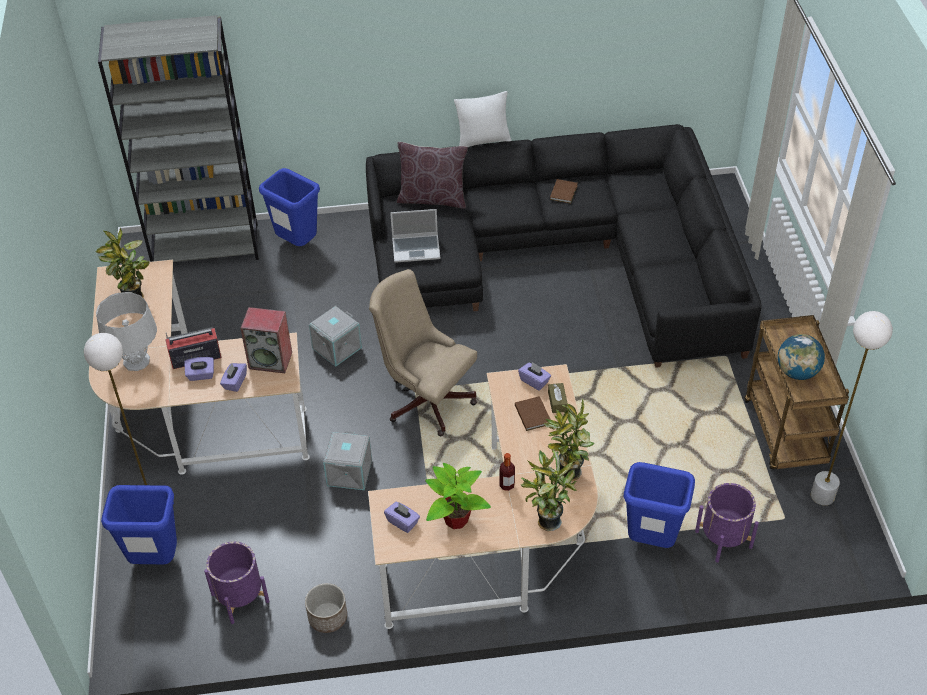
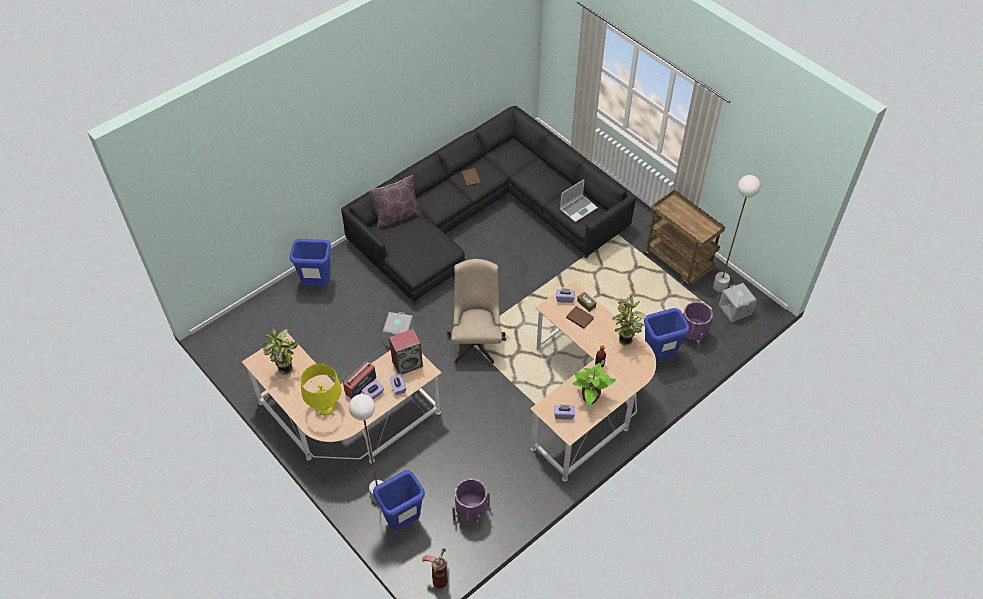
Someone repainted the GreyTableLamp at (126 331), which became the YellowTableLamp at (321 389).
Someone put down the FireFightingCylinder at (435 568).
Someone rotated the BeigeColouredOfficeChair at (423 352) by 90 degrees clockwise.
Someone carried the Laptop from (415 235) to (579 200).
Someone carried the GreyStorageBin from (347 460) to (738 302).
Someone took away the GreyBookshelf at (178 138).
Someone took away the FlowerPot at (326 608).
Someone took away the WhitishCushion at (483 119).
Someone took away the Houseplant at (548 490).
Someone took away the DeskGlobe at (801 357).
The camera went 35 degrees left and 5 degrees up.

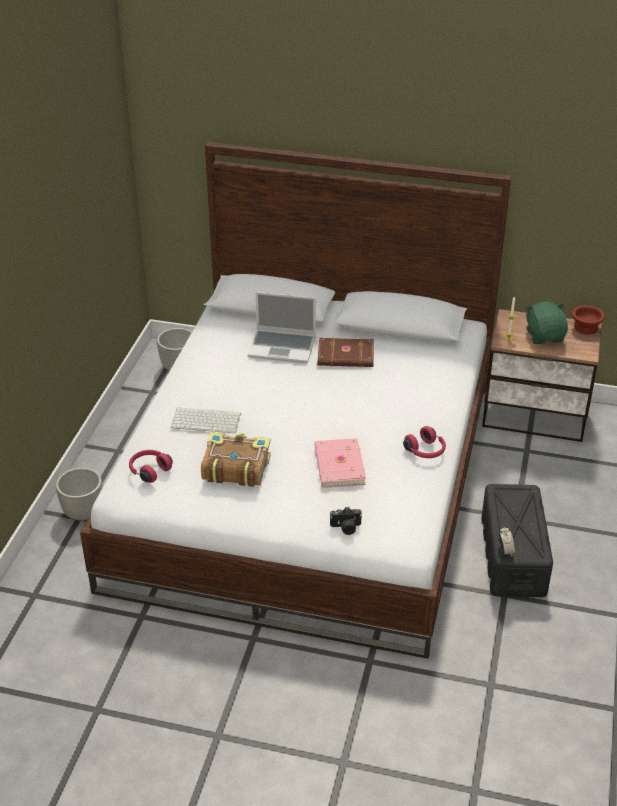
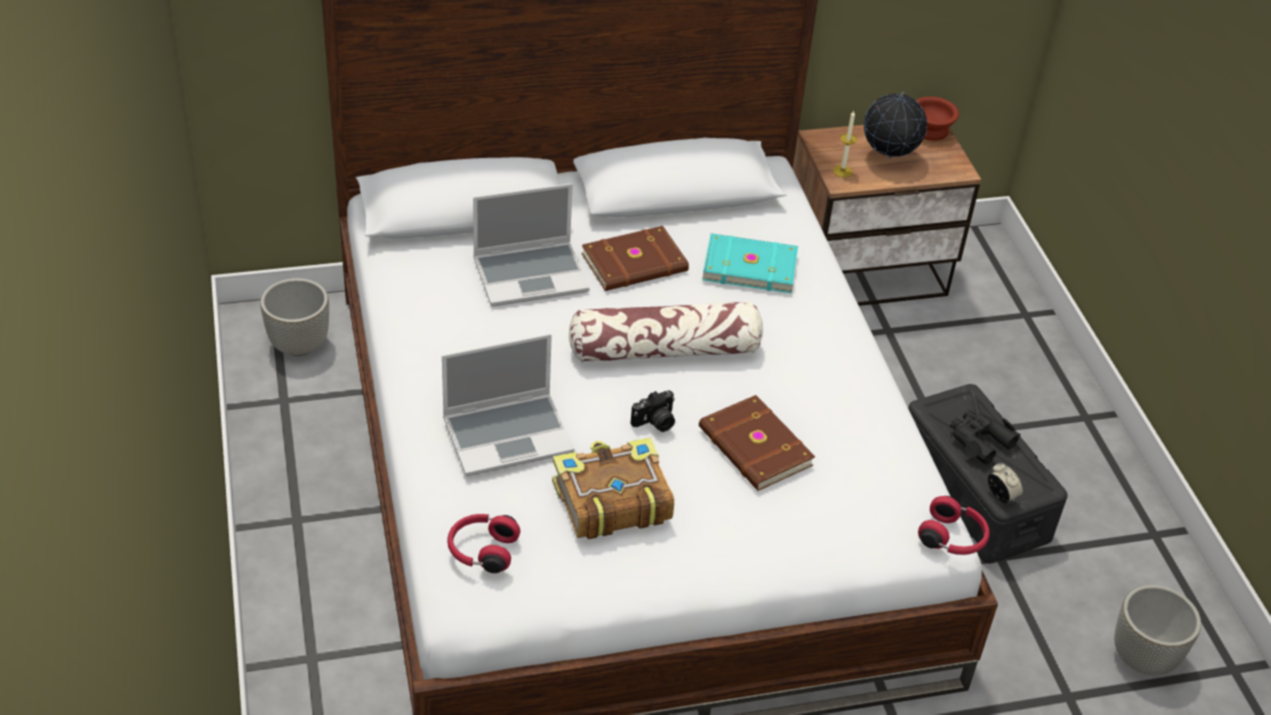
Someone swapped the ComputerKeyboard at (206 420) for the Laptop at (508 405).
Someone put down the Cushion at (666 331).
Someone carried the PhotoCamera from (346 521) to (653 411).
Someone repainted the PinkishVolume at (340 463), which became the BrownVolume at (757 443).
Someone put down the BlueGreenVolume at (750 263).
Someone swapped the GreenishCuddlyToy at (546 323) for the DeskGlobe at (895 125).
Someone carried the RedPairOfHeadphones from (424 442) to (954 525).
Someone put down the BlackFieldGlasses at (985 437).
Someone carried the GreyFlowerPot from (79 494) to (1157 630).
The camera went 30 degrees left and 5 degrees up.

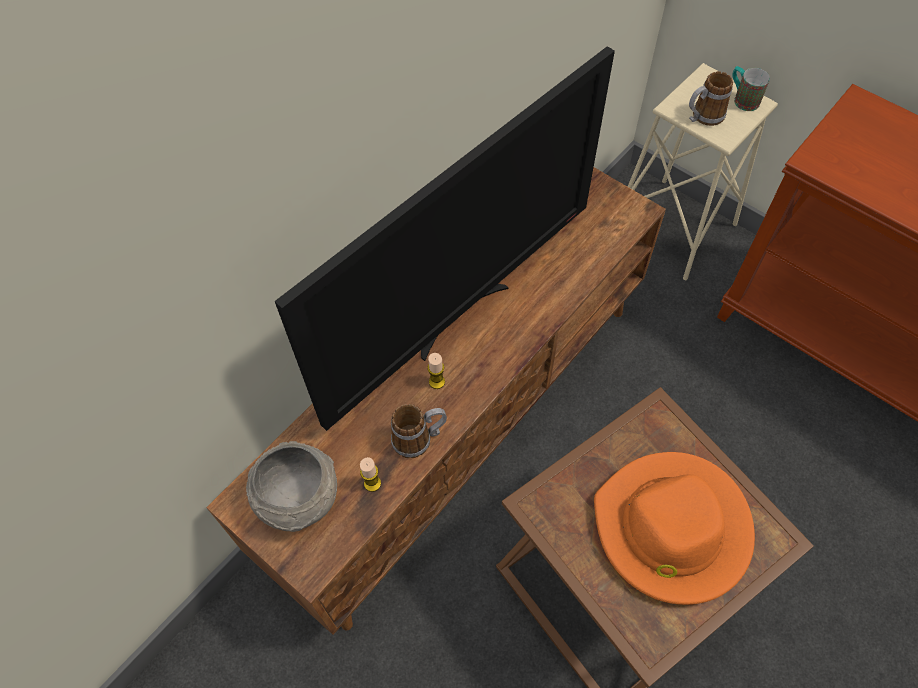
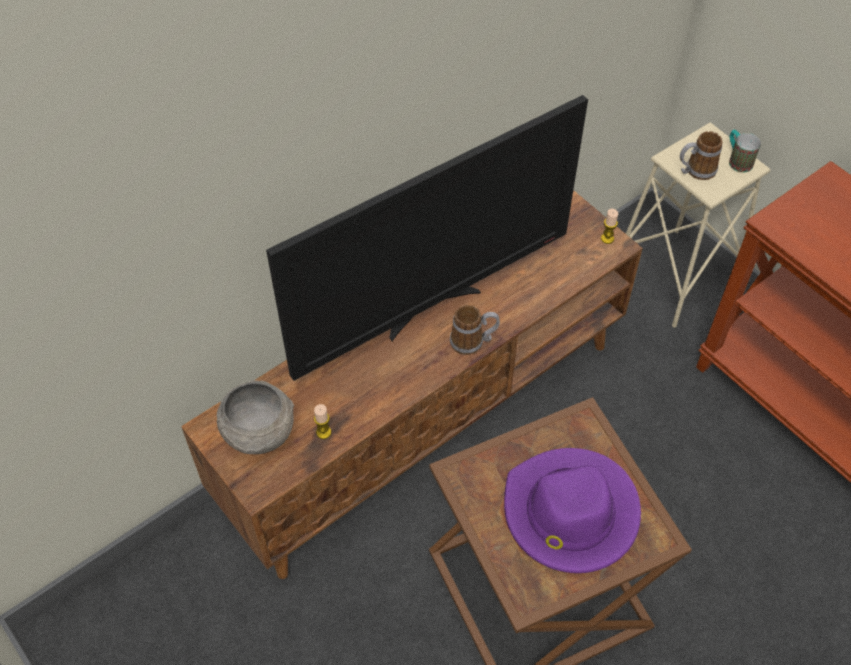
Someone carried the TeaMug from (419 431) to (475 330).
Someone repainted the OrangeColouredClothingHat at (674 528), which became the PurpleClothingHat at (572 510).
Someone carried the Candle from (436 371) to (609 226).
The camera went 10 degrees right and 5 degrees down.

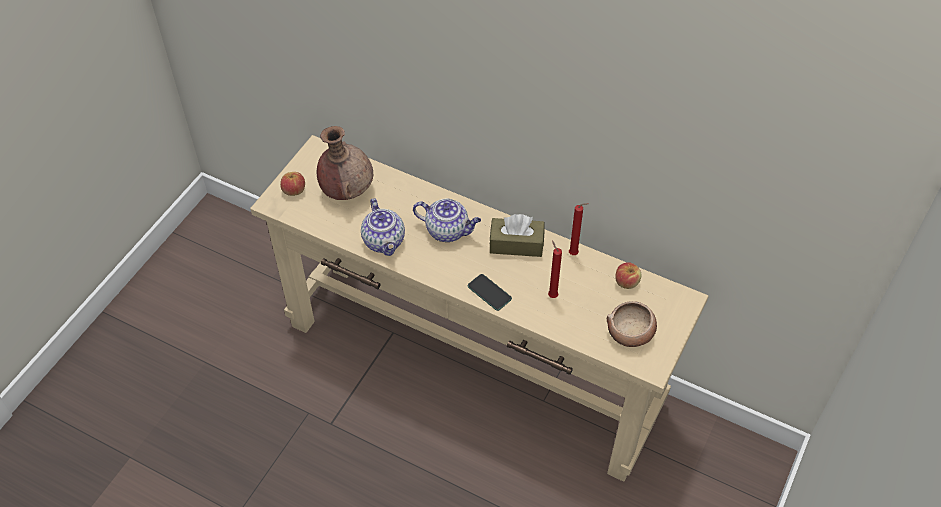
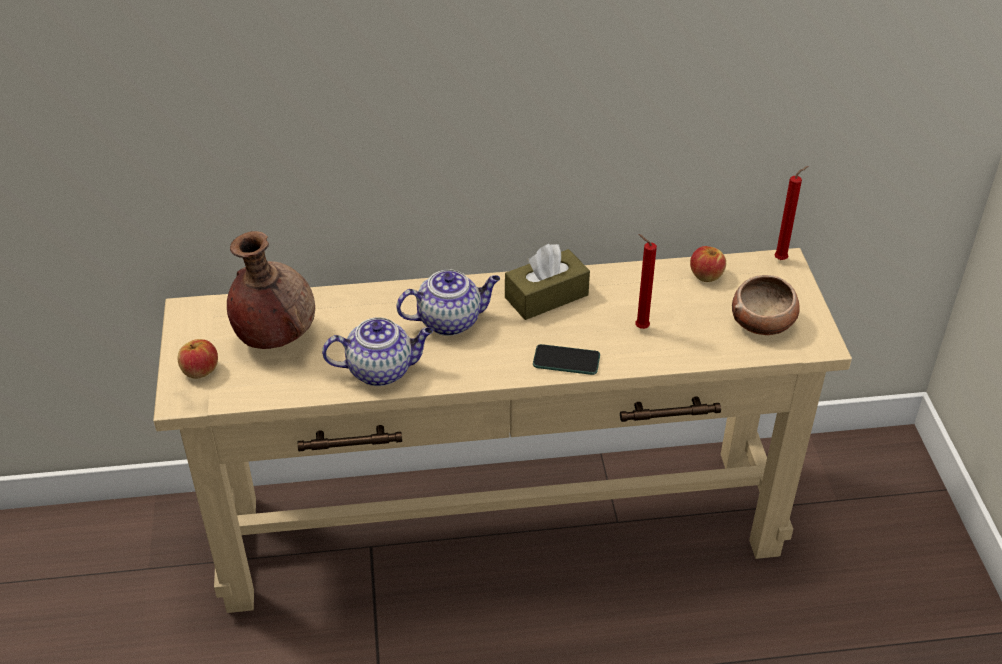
Someone rotated the TeaPot at (383 227) by 45 degrees counterclockwise.
Someone carried the RedCandle from (578 229) to (791 213).
The camera went 35 degrees left and 10 degrees down.

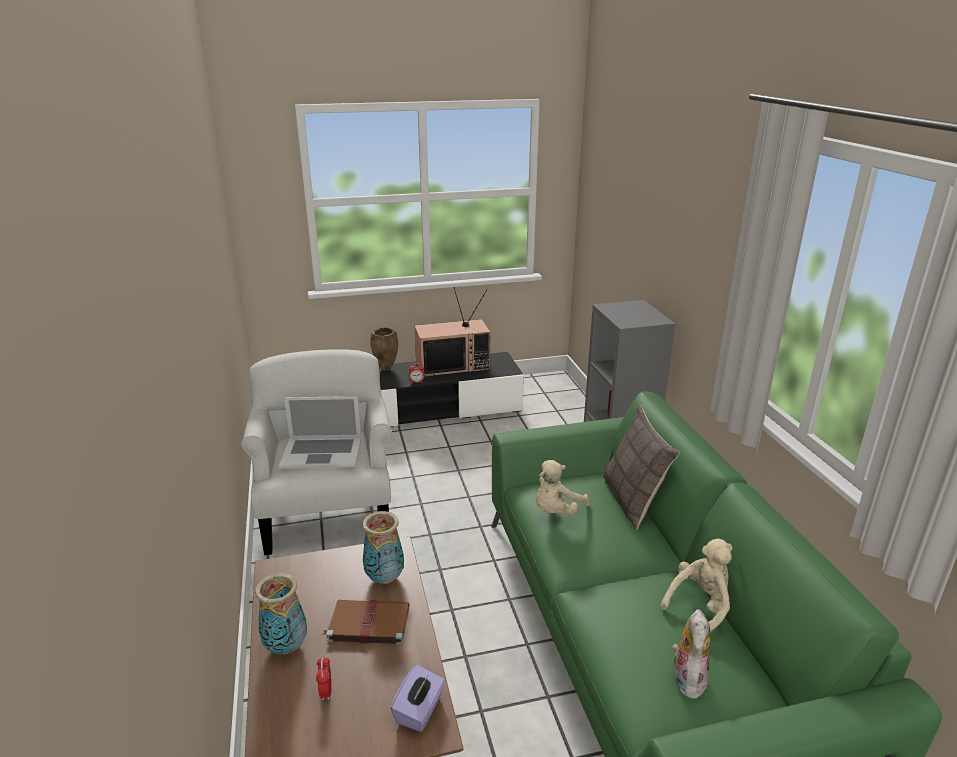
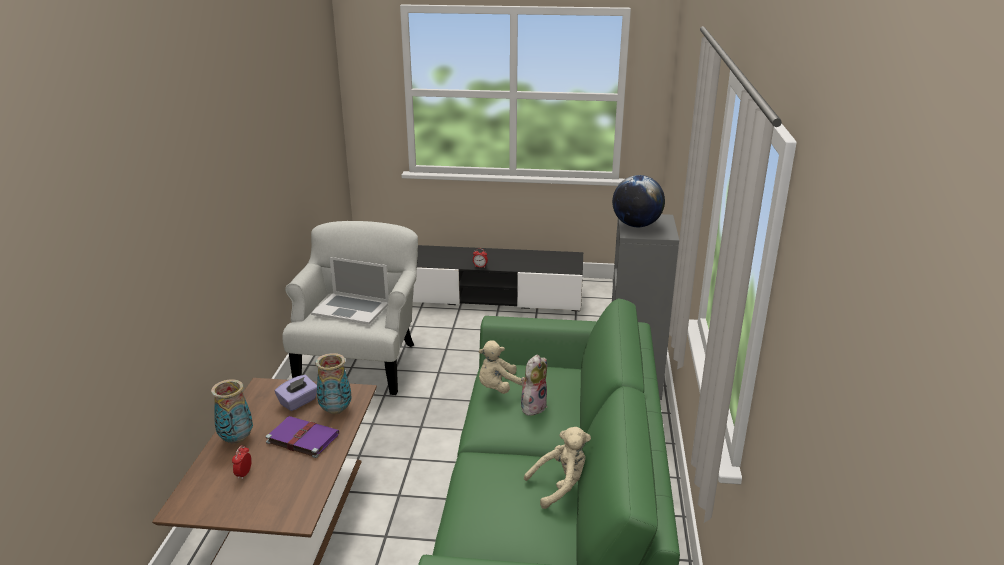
Someone repainted the BrownVolume at (365 622), which became the PurpleVolume at (302 437).
Someone carried the PurpleTissueHolder from (418 698) to (296 393).
Someone carried the CuddlyToy from (691 654) to (534 385).
Someone put down the DeskGlobe at (638 201).
Someone took away the BrownVase at (384 349).
Someone took away the Tv at (452 332).
Someone took away the Cushion at (641 467).
The camera went 20 degrees right and 0 degrees up.

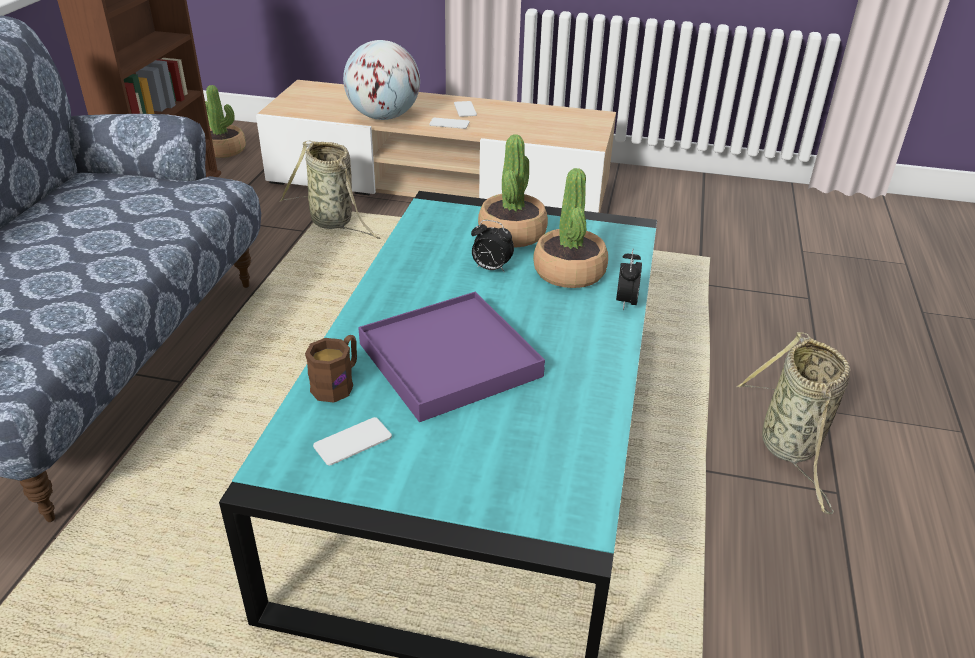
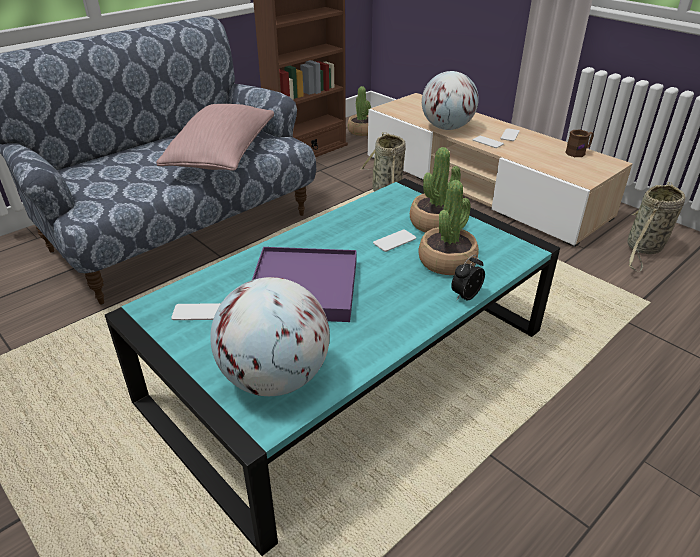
Someone put down the PinkishCushion at (215 137).
Someone put down the DeskGlobe at (270 336).
Someone swapped the BedsideClock at (492 246) for the Telephone at (394 241).
Someone carried the BrownTeaMug from (331 369) to (579 143).
Someone carried the HouseholdBasket from (793 423) to (656 227).
The camera went 35 degrees right and 0 degrees up.

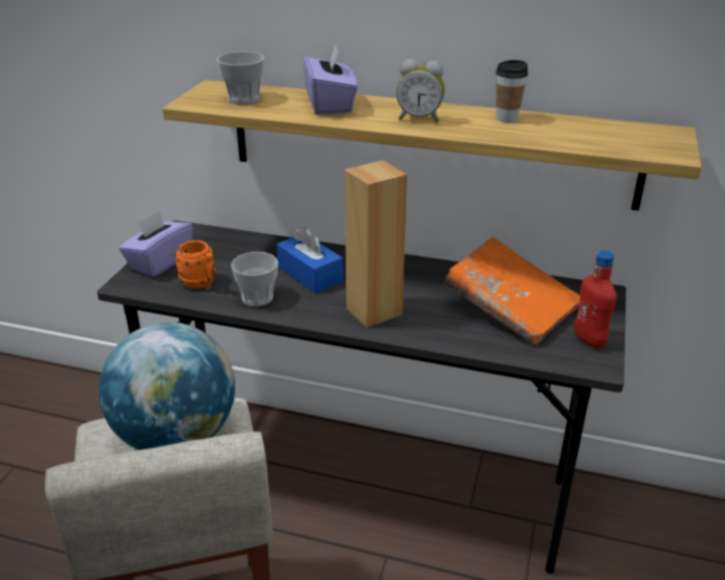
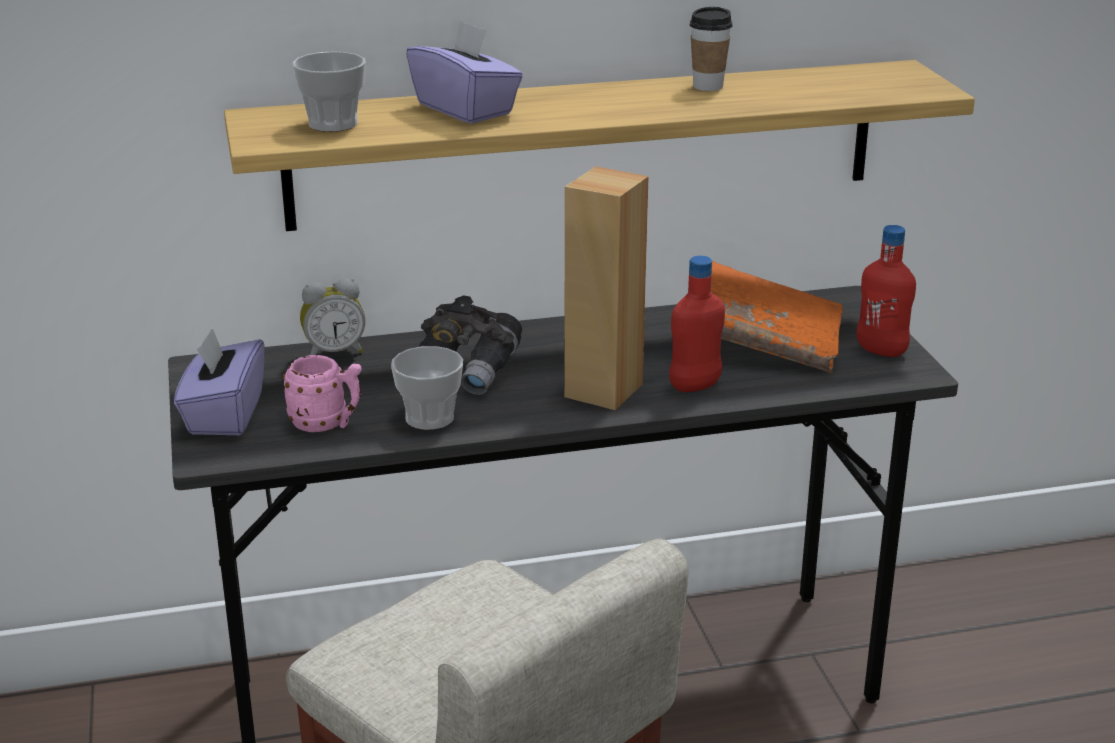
Someone repainted the OrangeColouredTeaMug at (195 265), which became the PinkishTeaMug at (322 393).
Someone carried the BedsideClock from (420 91) to (332 316).
Someone swapped the BlueTissueHolder at (310 260) for the GreyFieldGlasses at (470 345).
Someone put down the RedDrinkBottle at (697 324).
Someone took away the DeskGlobe at (167 386).
The camera went 30 degrees left and 5 degrees down.

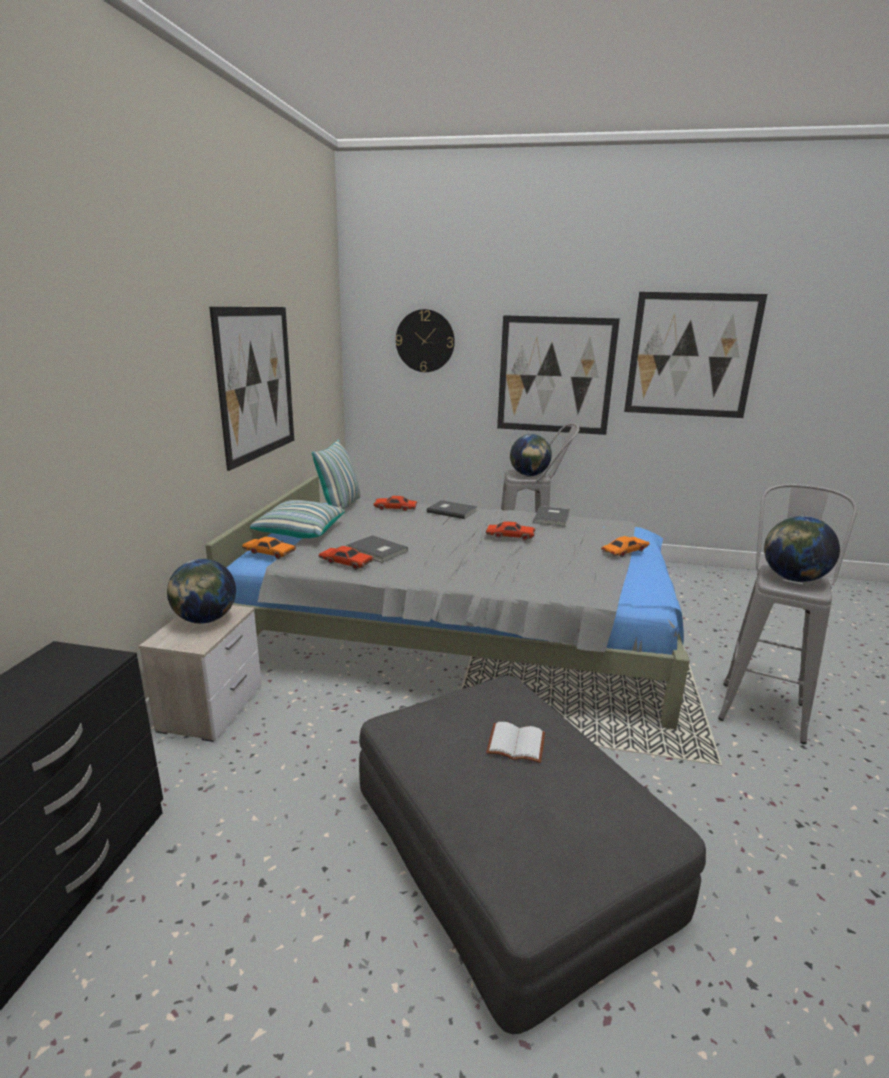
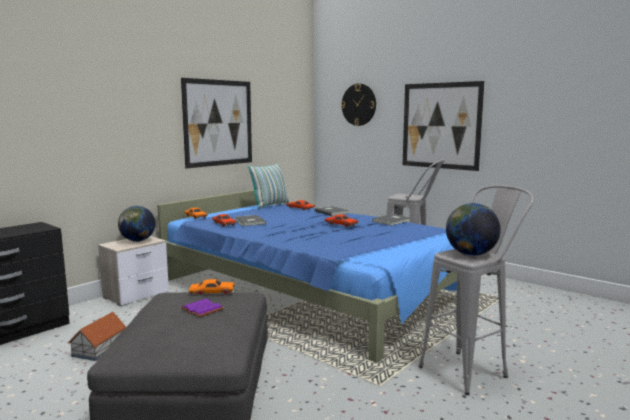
Someone put down the ToyHouse at (97 336).
Someone repainted the GreyBedroomBed at (447 602), which became the BlueBedroomBed at (307 276).
Someone repainted the WhitishVolume at (515 742), which became the PurpleVolume at (202 308).
Someone carried the OrangeColouredModelCar from (625 546) to (211 287).
Someone took away the Cushion at (297 519).
Someone took away the DeskGlobe at (531 455).
Someone took away the WallArt at (695 355).
The camera went 30 degrees right and 10 degrees down.

